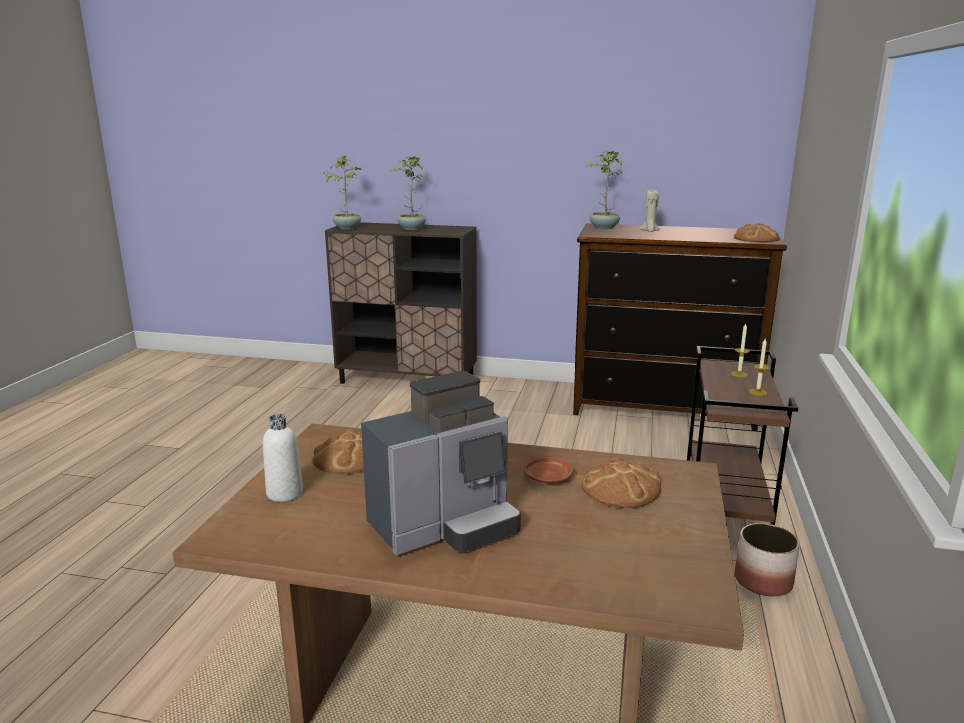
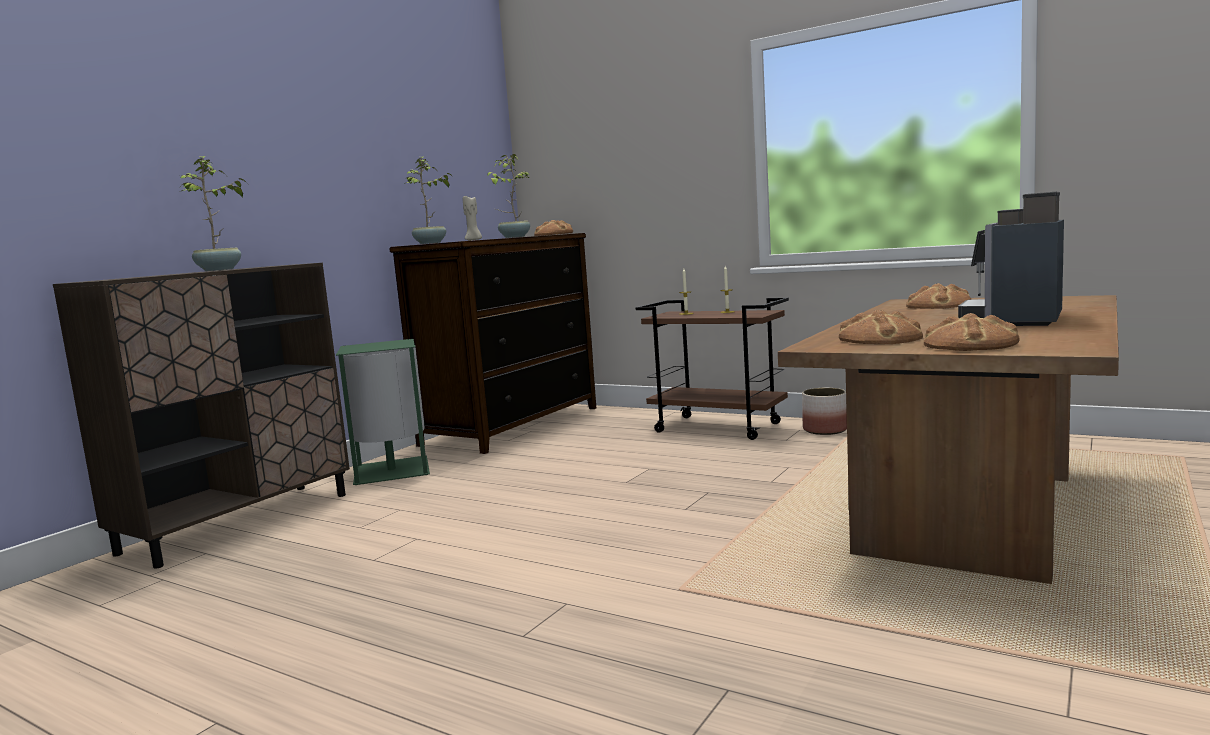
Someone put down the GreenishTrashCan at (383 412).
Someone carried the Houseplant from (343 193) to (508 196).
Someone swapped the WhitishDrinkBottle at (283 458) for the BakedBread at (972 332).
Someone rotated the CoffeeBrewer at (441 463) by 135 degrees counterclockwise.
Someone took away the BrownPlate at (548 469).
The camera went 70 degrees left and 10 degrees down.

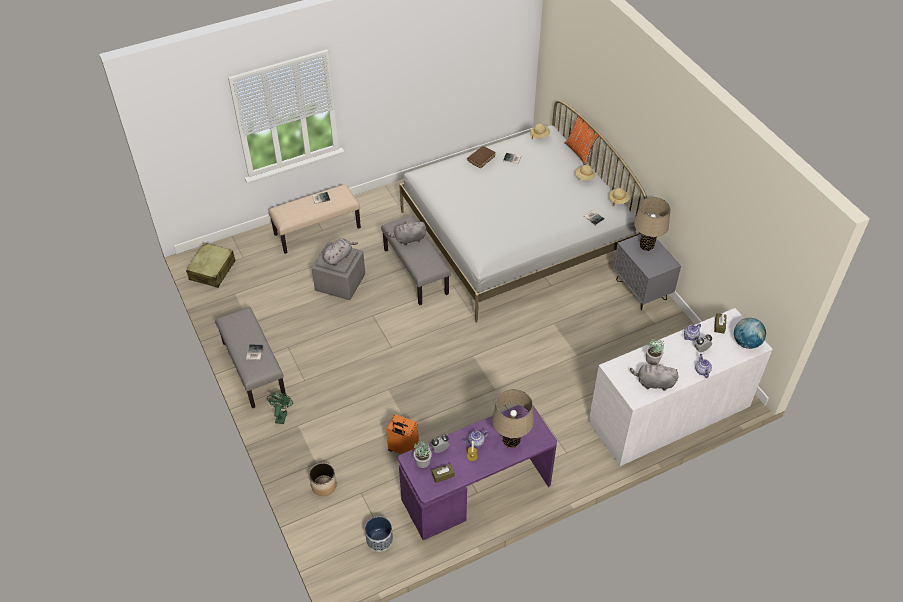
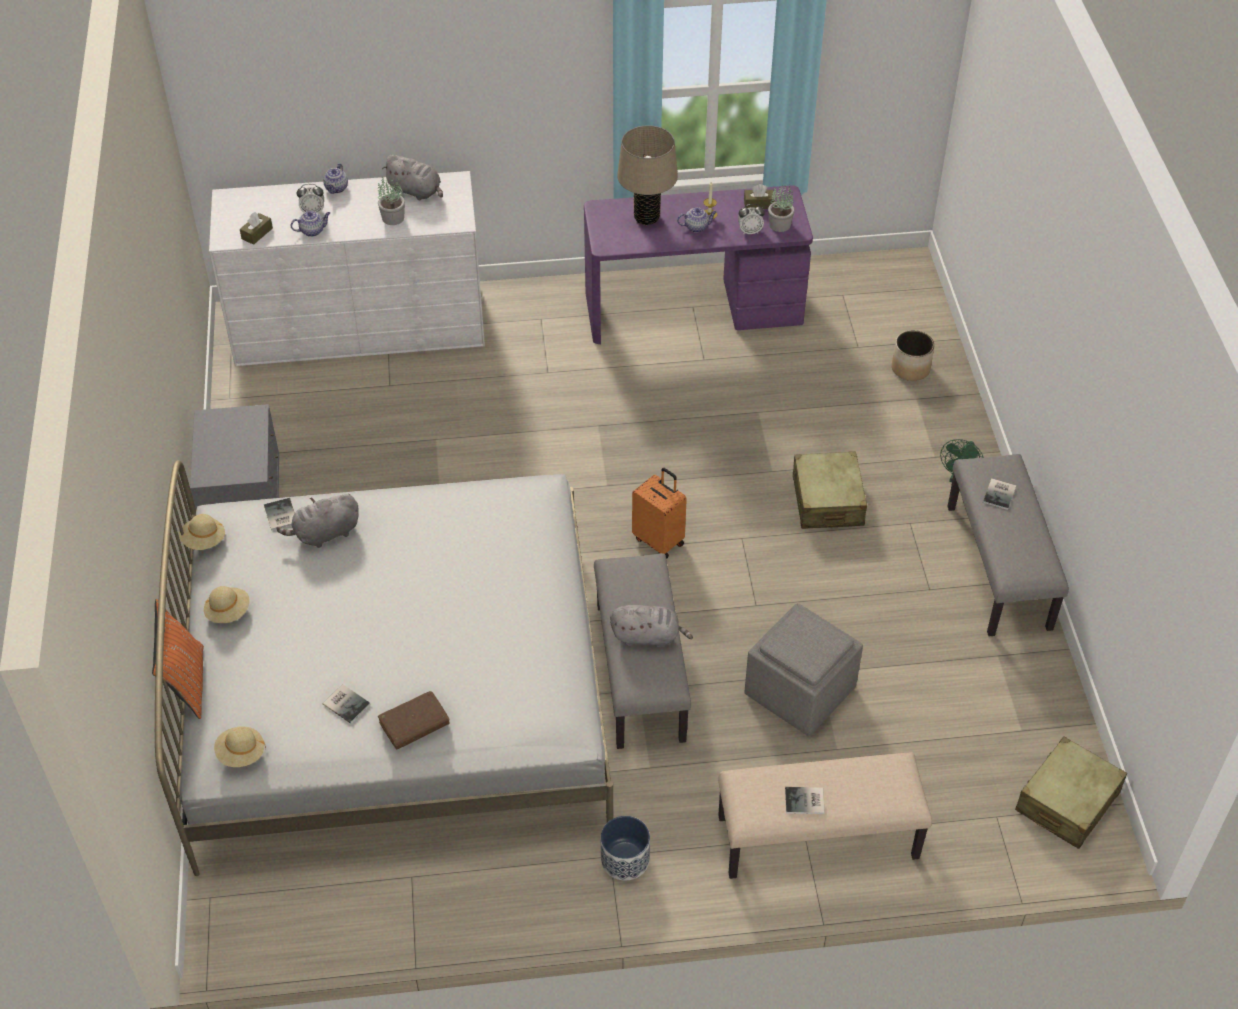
Someone carried the GreyCuddlyToy from (340 251) to (317 521).
Someone carried the FlowerPot from (379 534) to (625 848).
Someone carried the OrangeColouredTravelCase from (402 434) to (659 513).
Someone put down the BeigeColouredTravelCase at (829 490).
Someone took away the BeigeColouredTableLamp at (652 224).
Someone took away the DeskGlobe at (750 333).
The camera went 160 degrees left and 0 degrees up.

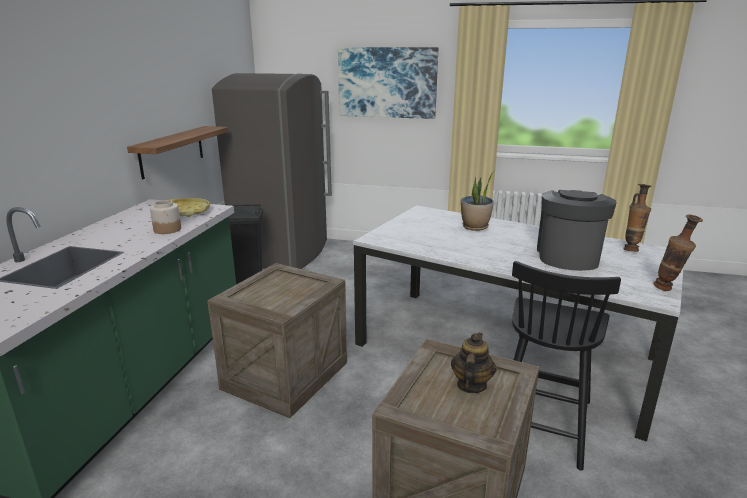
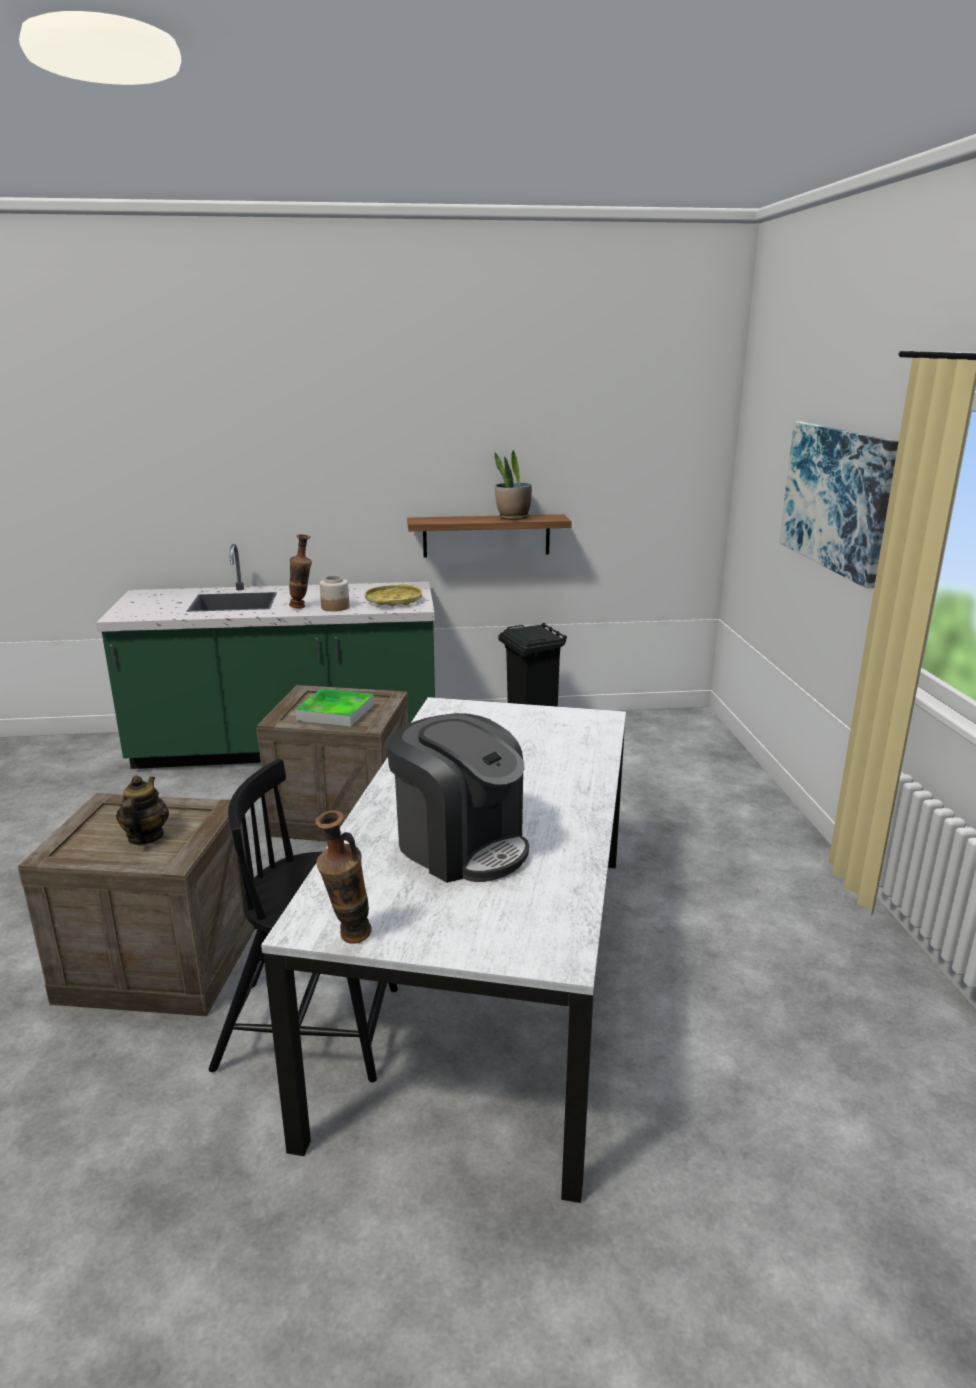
Someone rotated the TeaPot at (473 362) by 90 degrees counterclockwise.
Someone carried the Vase from (637 218) to (300 571).
Someone put down the Tray at (334 708).
Someone rotated the CoffeeBrewer at (577 230) by 45 degrees clockwise.
Someone carried the Houseplant from (477 201) to (513 485).
Someone took away the GreyRefrigerator at (272 171).
The camera went 70 degrees right and 0 degrees up.

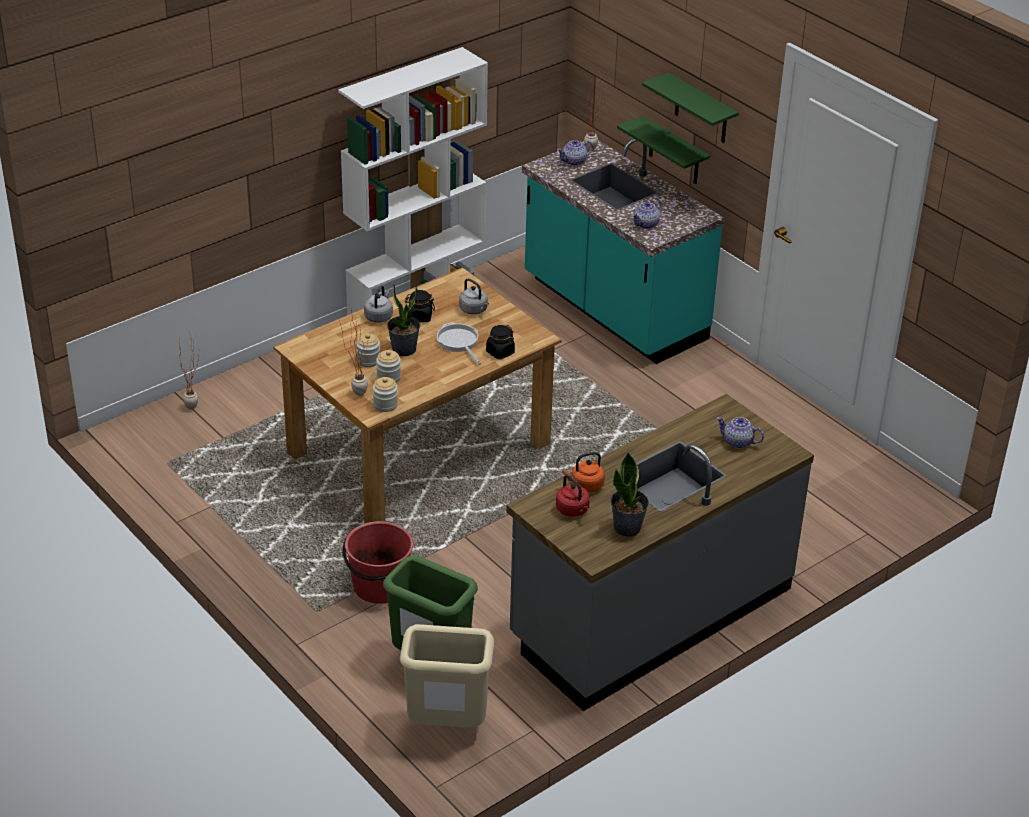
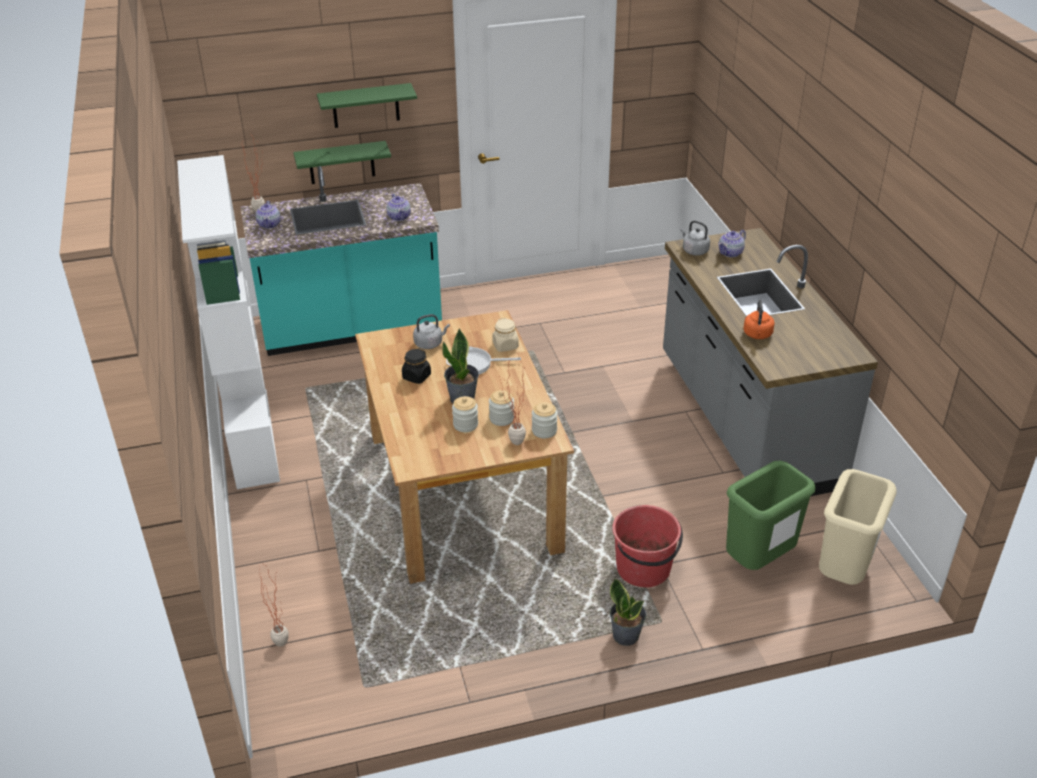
Someone repainted the BlackJar at (500 342), which became the BeigeColouredJar at (505 335).
Someone carried the Houseplant from (629 494) to (628 612).
Someone carried the GreyTeaKettle from (378 304) to (695 238).
Someone took away the RedTeaKettle at (573 496).
The camera went 65 degrees left and 0 degrees up.

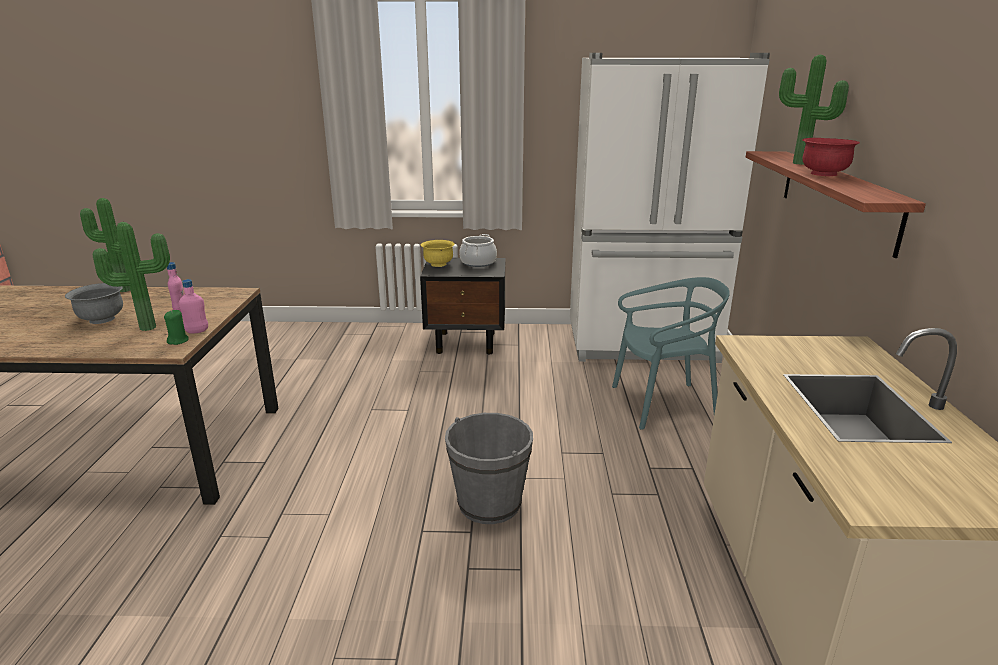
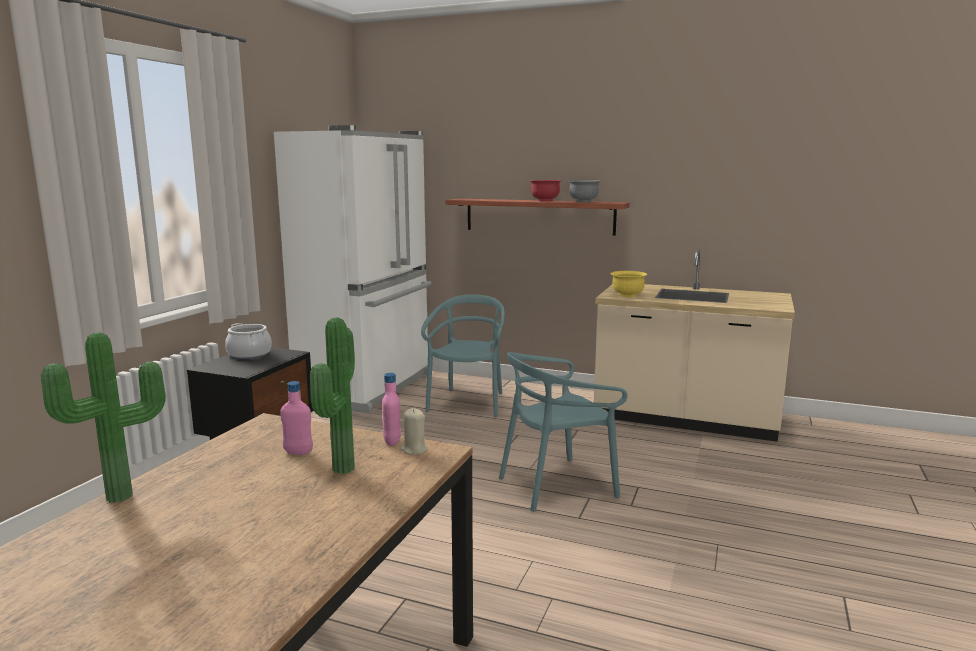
Someone repainted the GreenishCandle at (176 327), which became the BeigeColouredCandle at (414 431).
Someone swapped the GreyPail at (489 468) for the BlueGreenChair at (563 432).
Someone carried the GreyDeepDish from (94 303) to (584 191).
Someone carried the YellowDeepDish from (438 253) to (629 284).
Someone took away the Houseplant at (814 110).
The camera went 70 degrees left and 10 degrees down.

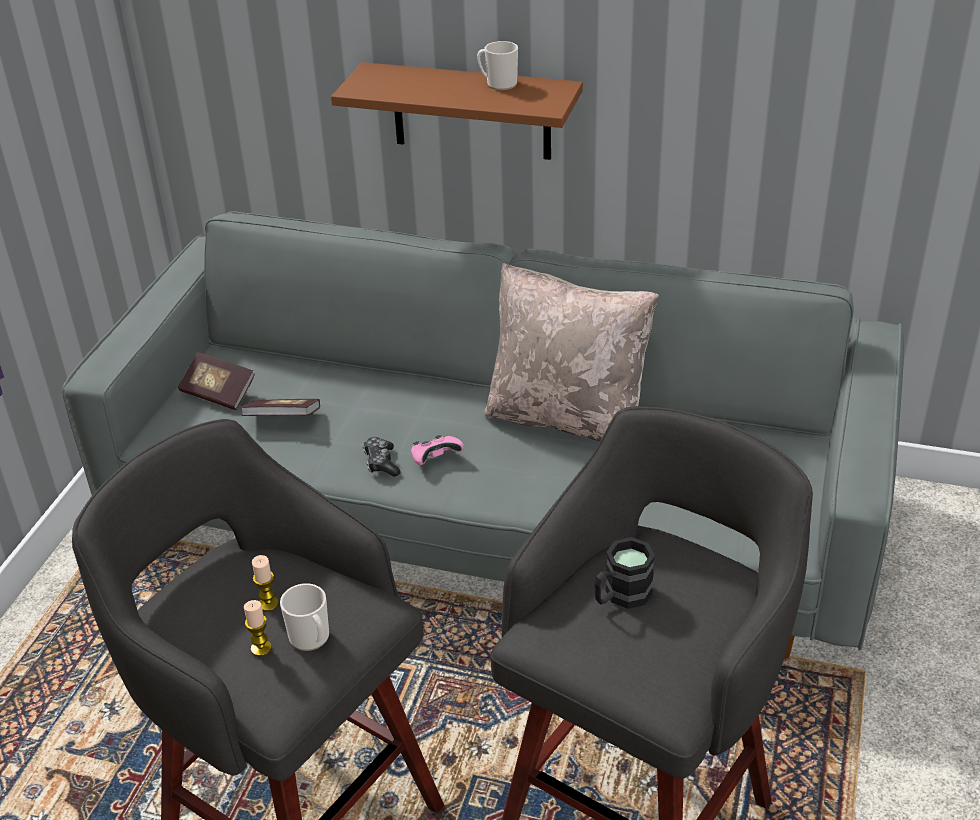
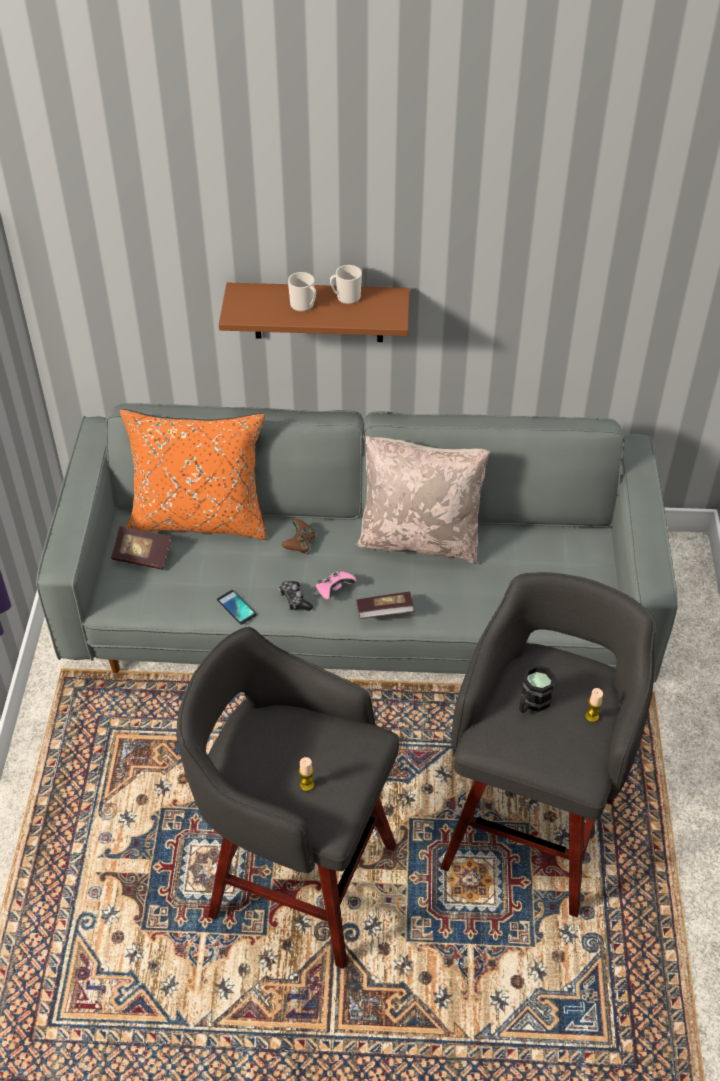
Someone put down the OrangeColouredCushion at (193 474).
Someone put down the Telephone at (236 607).
Someone put down the BrownGamepad at (299 536).
Someone carried the TeaMug from (304 617) to (302 292).
Someone carried the Volume from (280 407) to (385 605).
Someone carried the Candle from (265 583) to (594 705).
The camera went 15 degrees left and 10 degrees up.

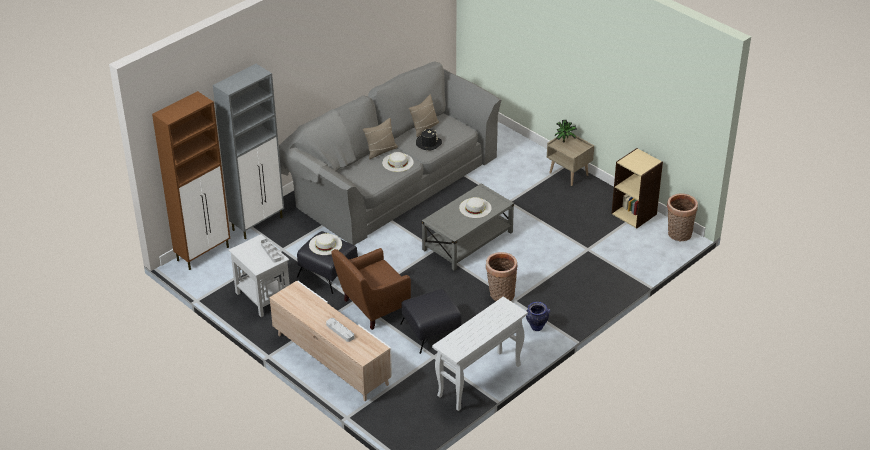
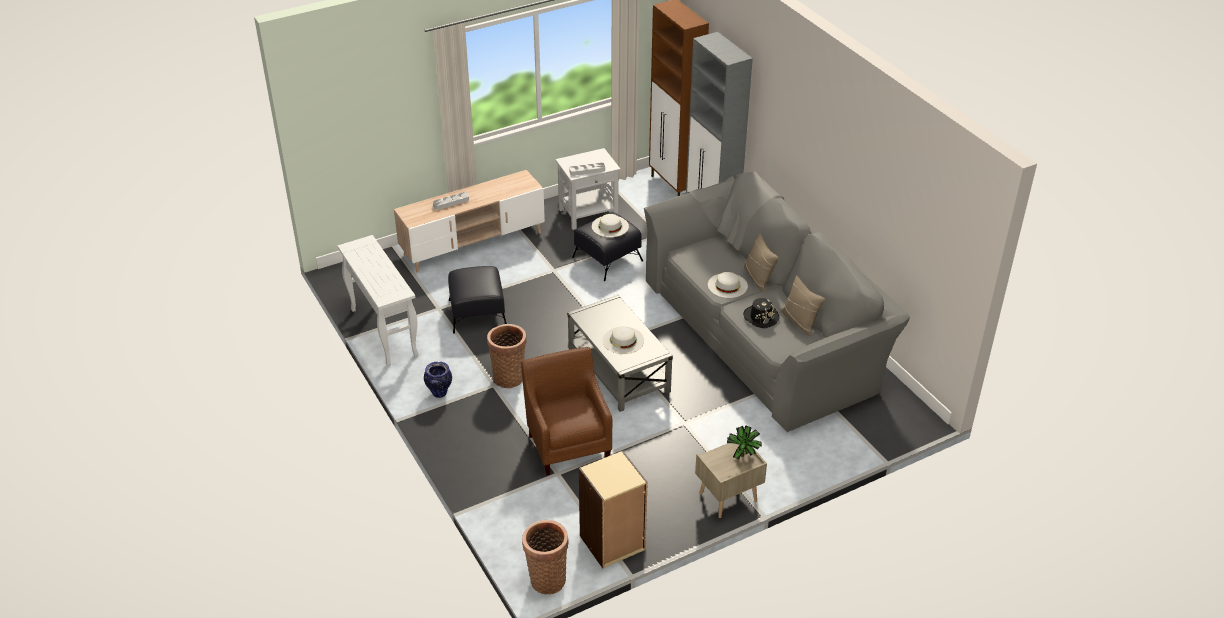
Someone carried the BrownLoungeChair from (371 289) to (567 411).
The camera went 105 degrees right and 0 degrees up.

